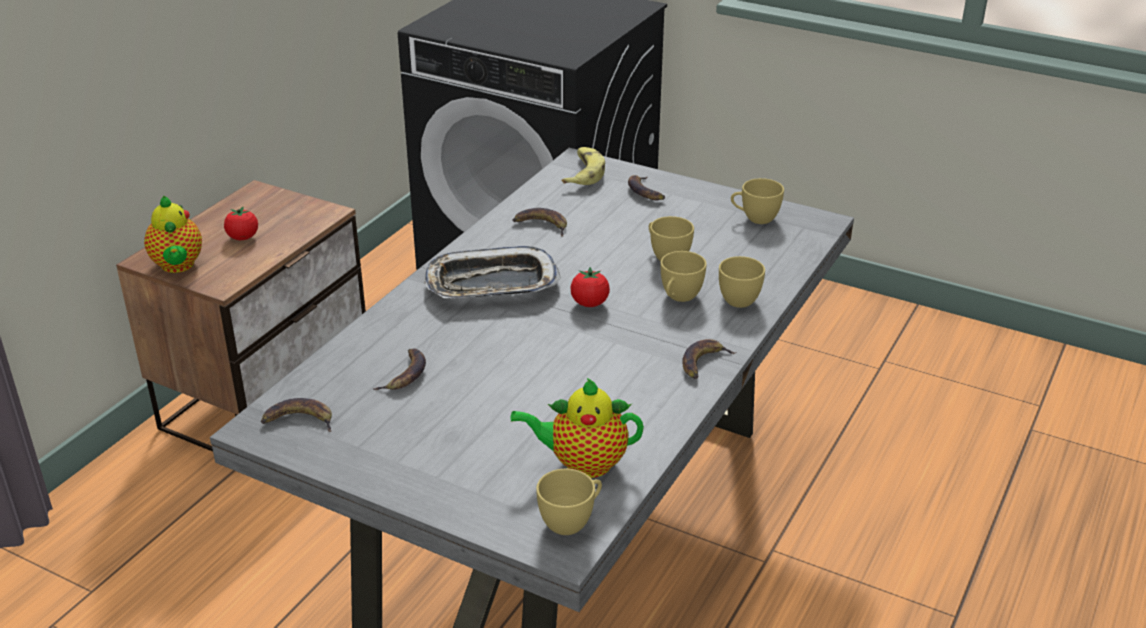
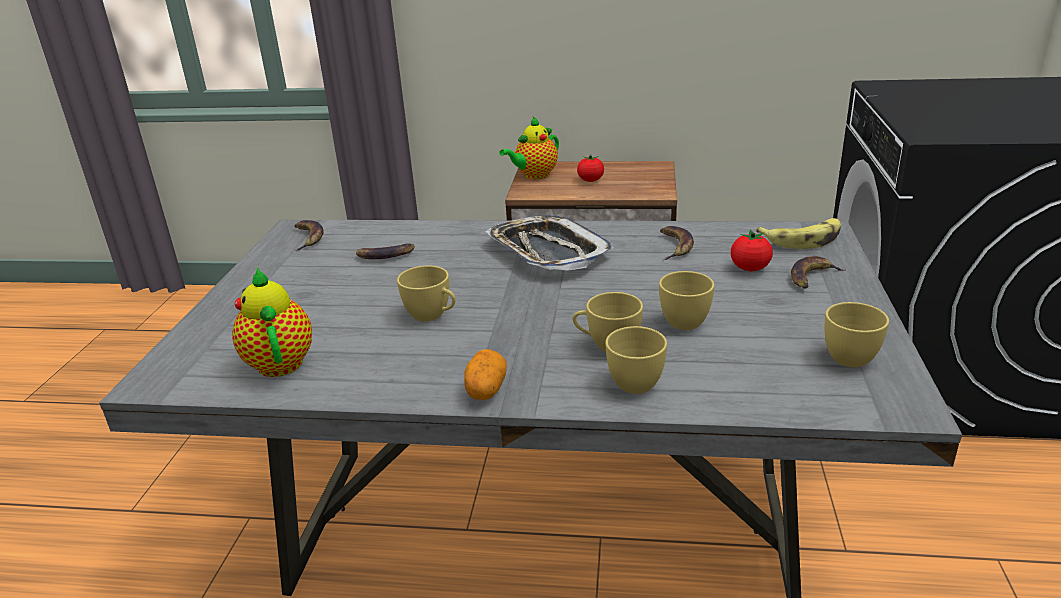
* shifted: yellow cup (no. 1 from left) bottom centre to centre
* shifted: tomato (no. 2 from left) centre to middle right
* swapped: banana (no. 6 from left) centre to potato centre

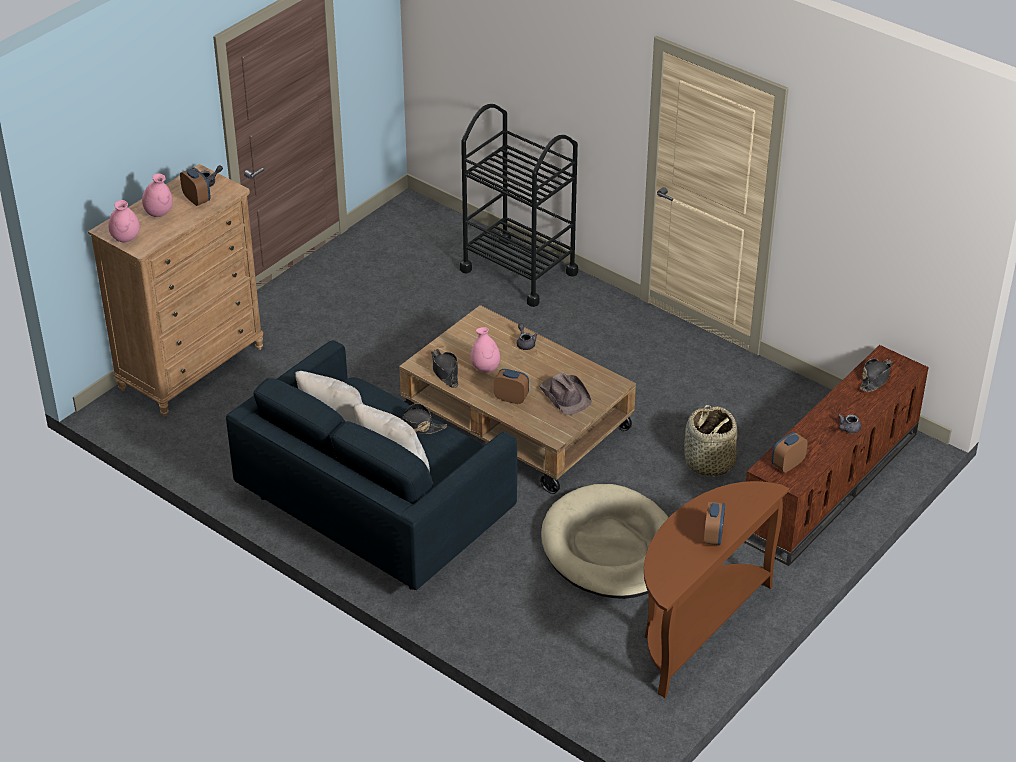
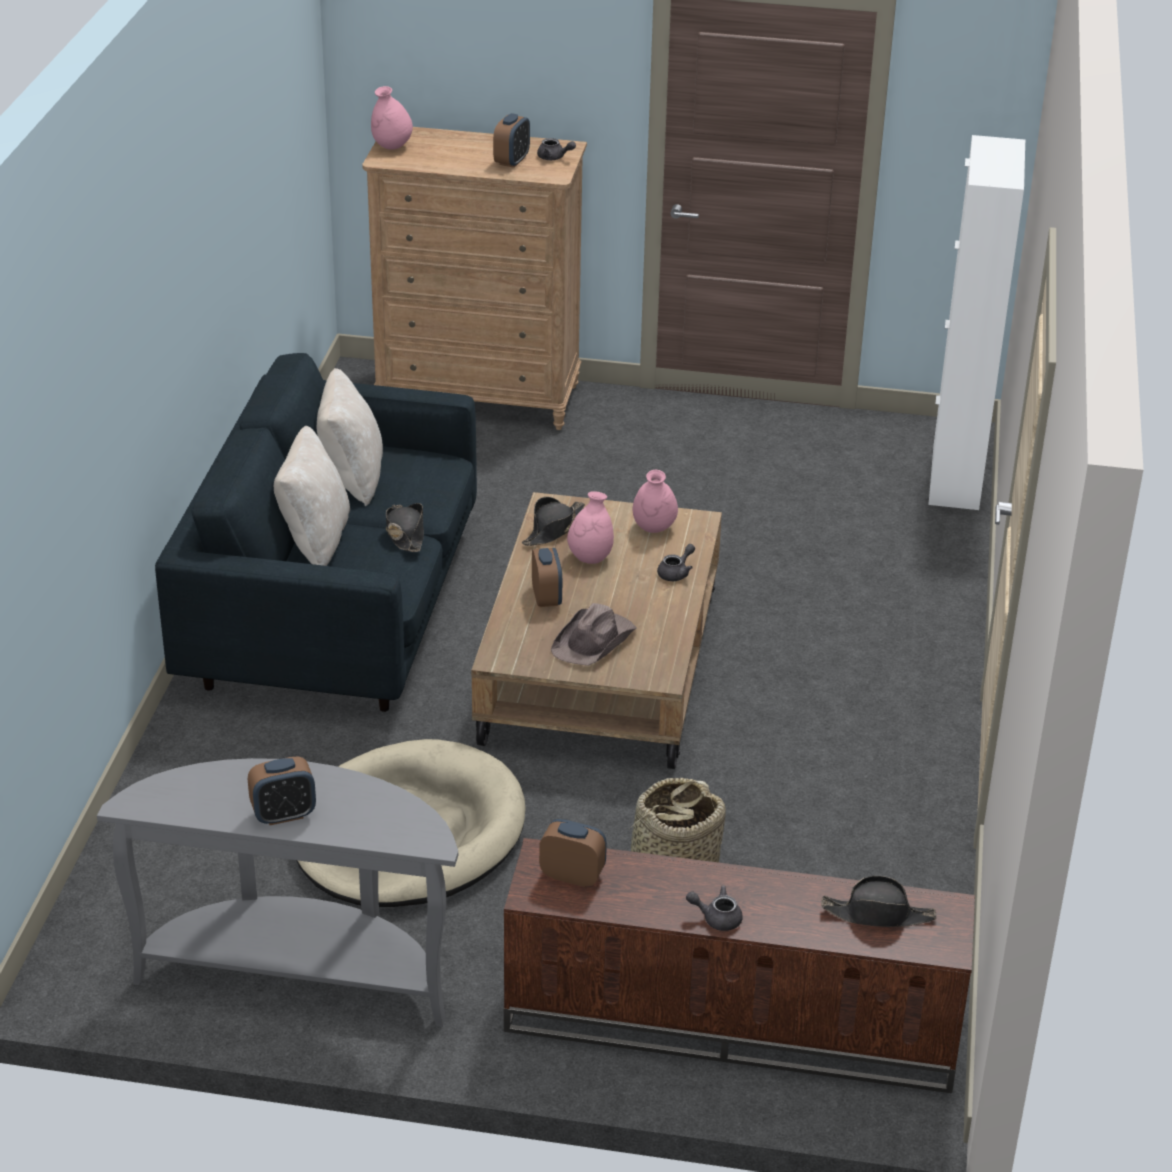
* shifted: pink vase (no. 2 from left in the first image) top left to pink vase (no. 3 from left) centre
* gone: black cart top centre
* repainted: brown console table bottom right to grey console table bottom left
* new: white cabinet top right

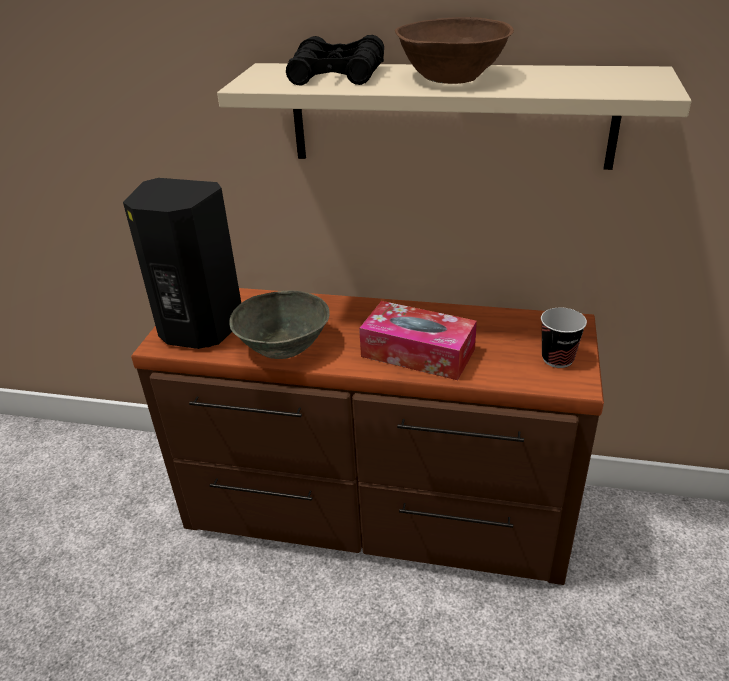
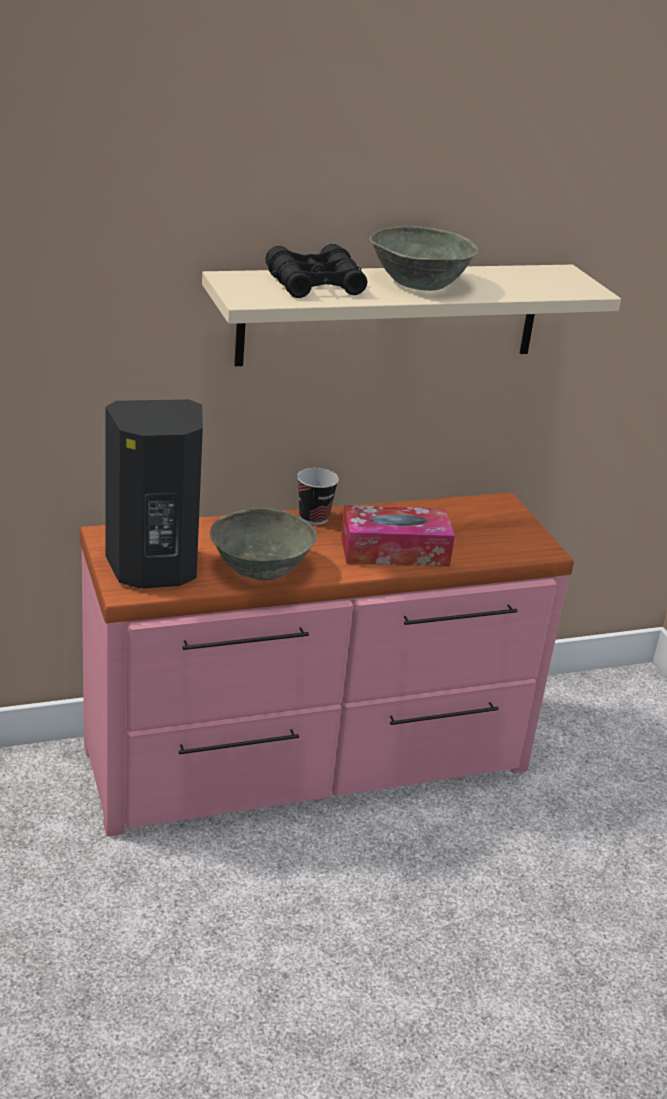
* repainted: brown dresser centre to pink dresser centre
* repainted: brown bowl top centre to grey bowl (no. 2 from left) top centre
* shifted: cup middle right to centre

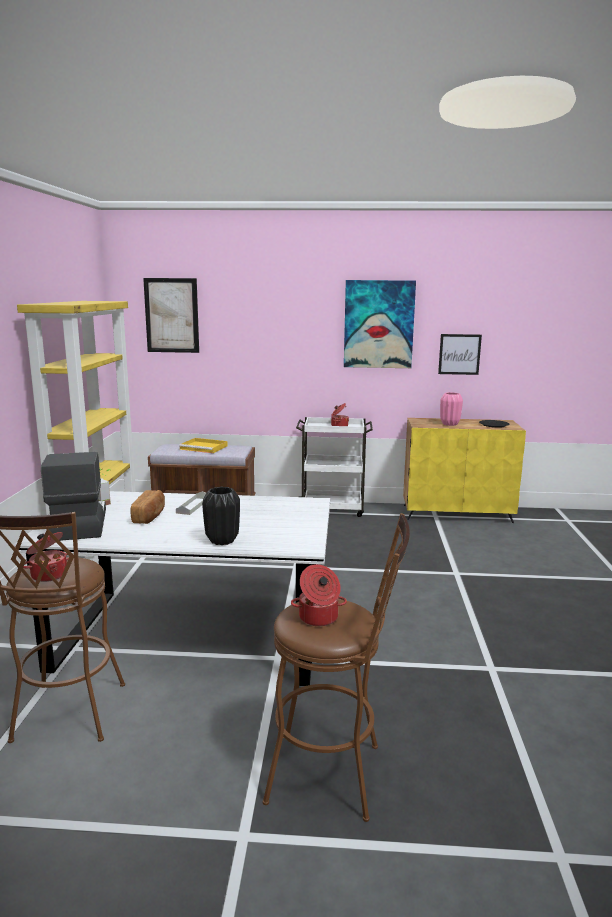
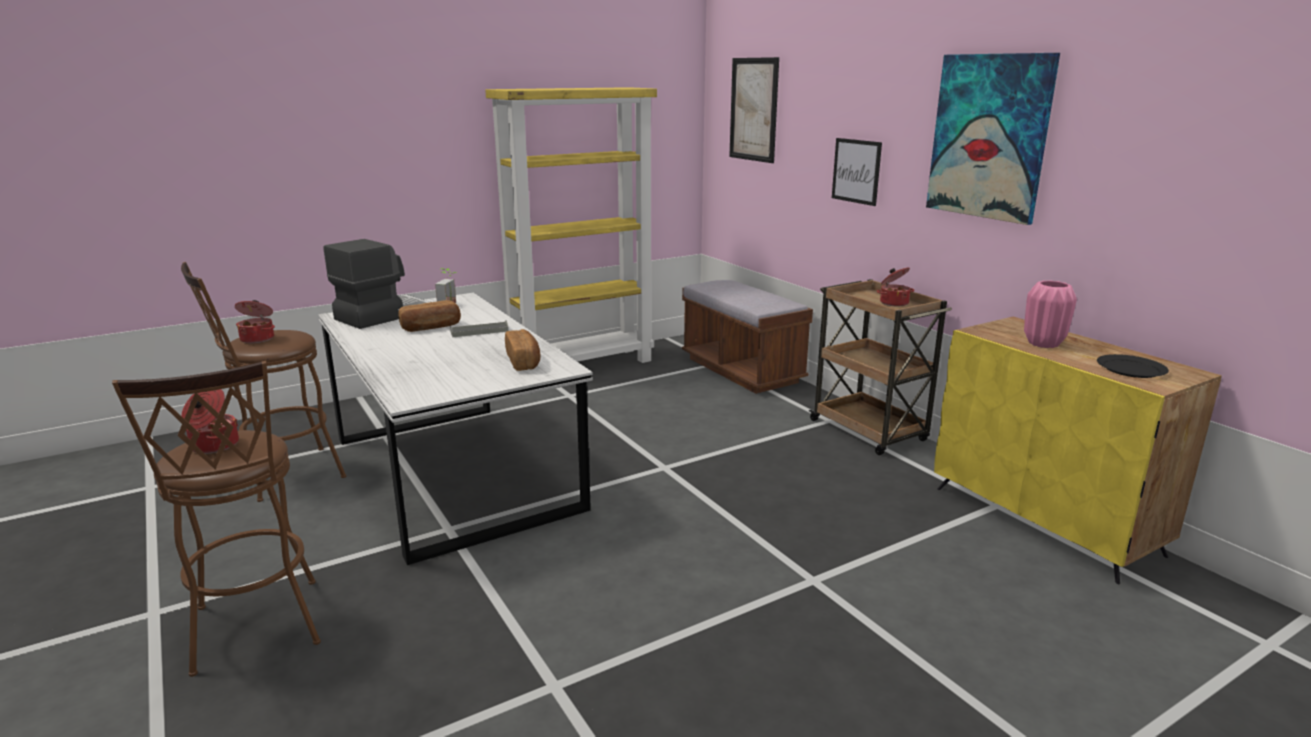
* gone: yellow tray middle left
* gone: black vase centre
* repainted: white cart centre to brown cart middle right
* shifted: picture (no. 3 from left in the first image) middle right to picture (no. 2 from left) top centre
* new: bread (no. 2 from left) centre

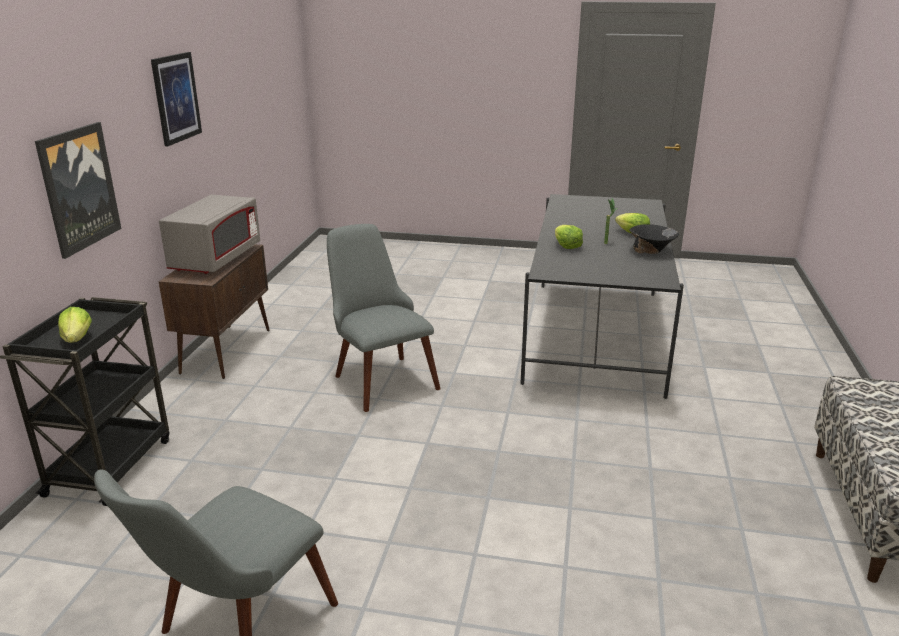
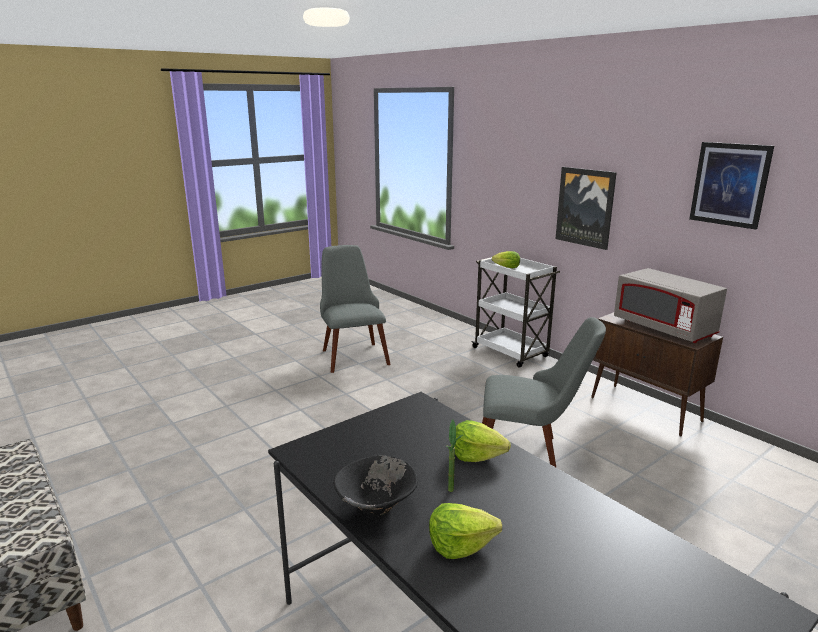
* repainted: black cart middle left to white cart centre

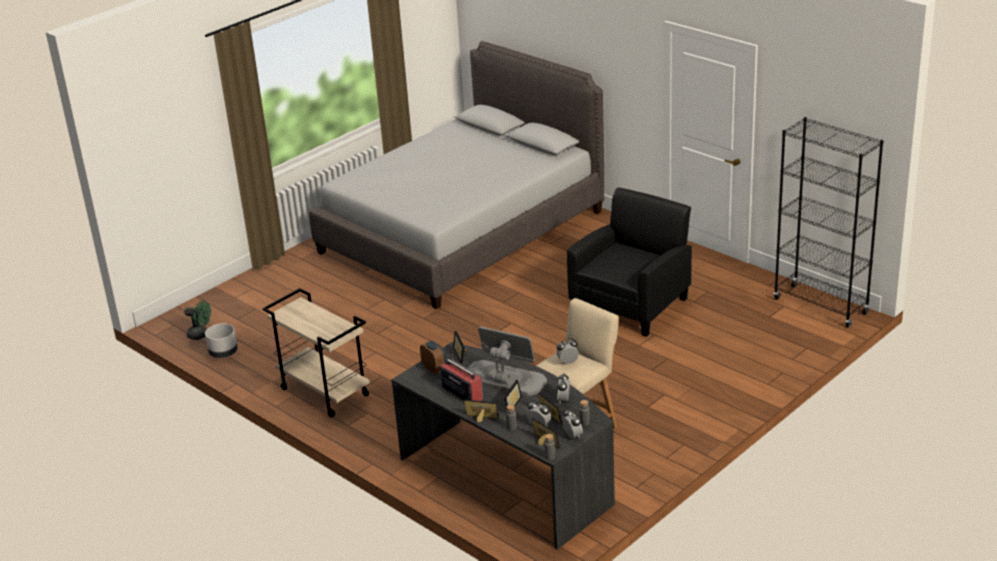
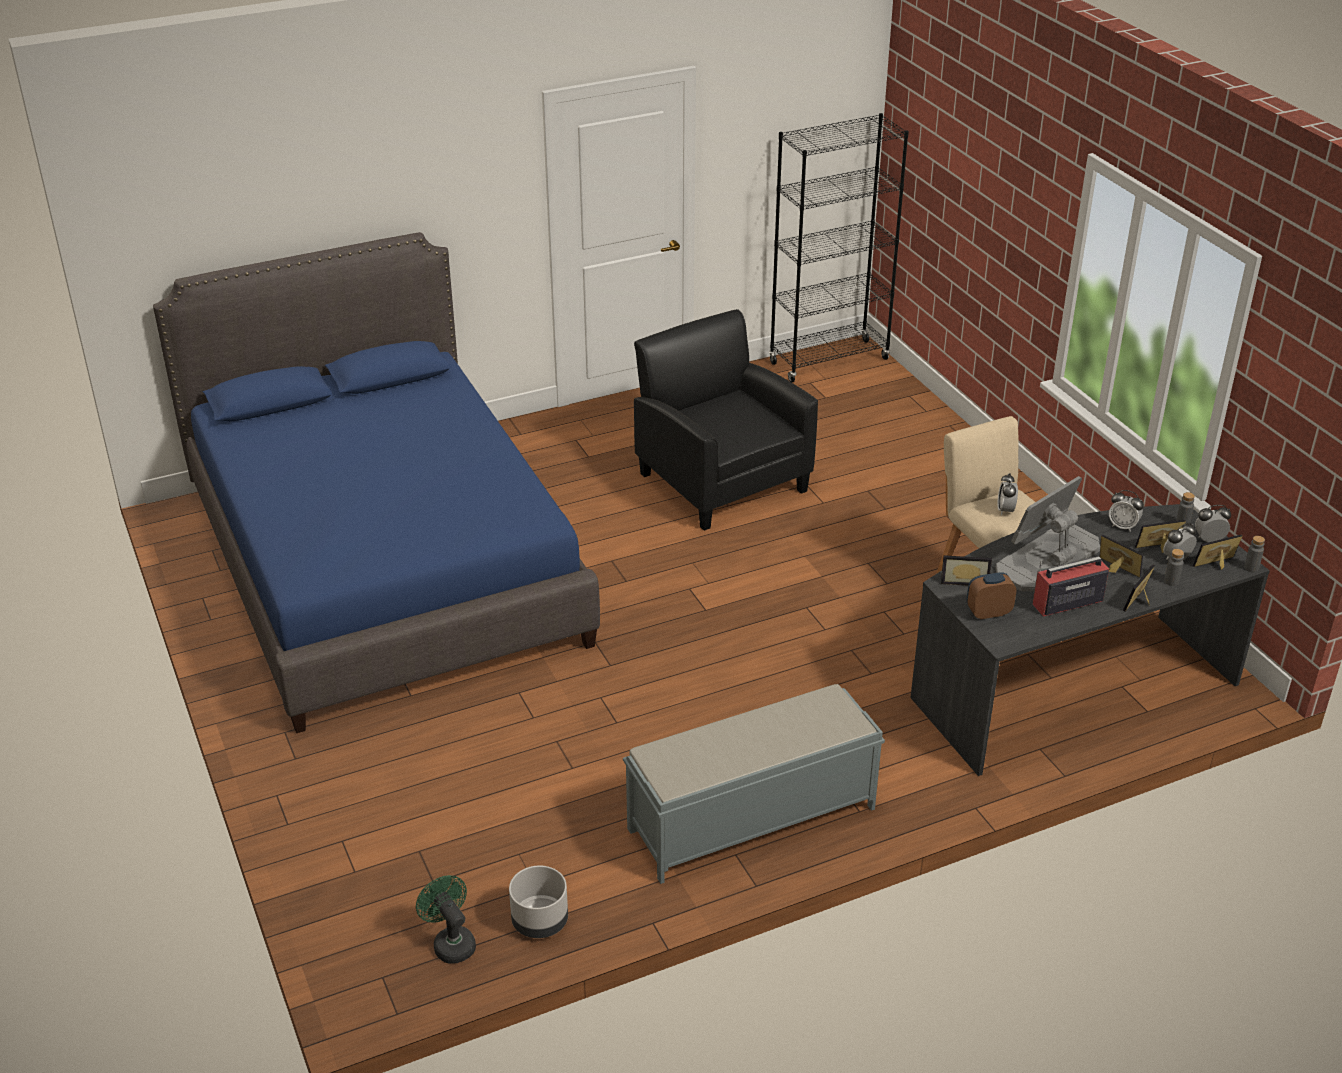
* rotated: green fan middle left = bottom left 75 degrees counterclockwise
* swapped: beige cart middle left to grey bench bottom centre
* repainted: grey bed top centre to blue bed middle left

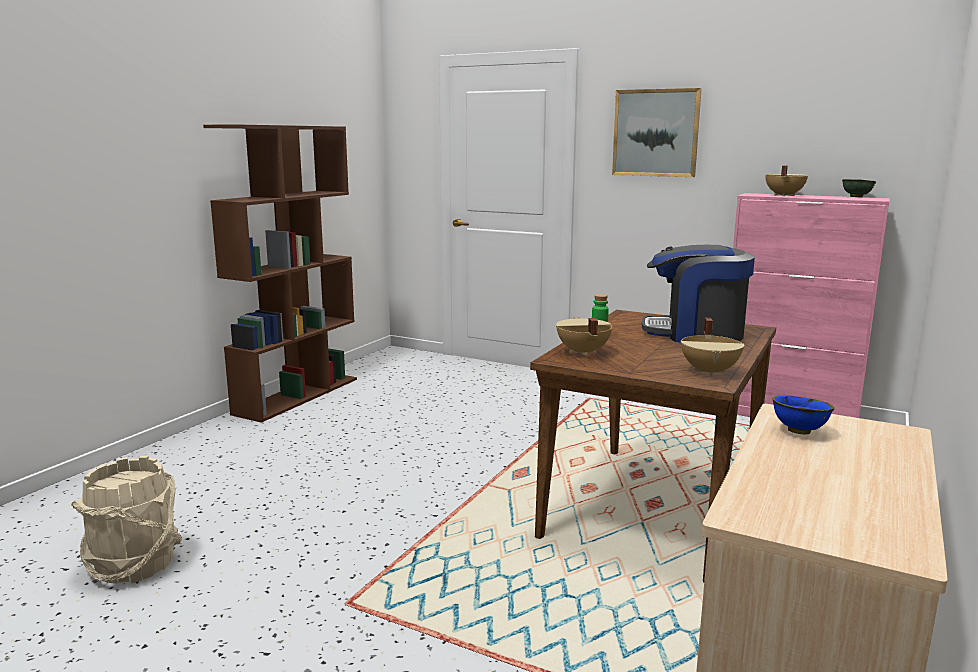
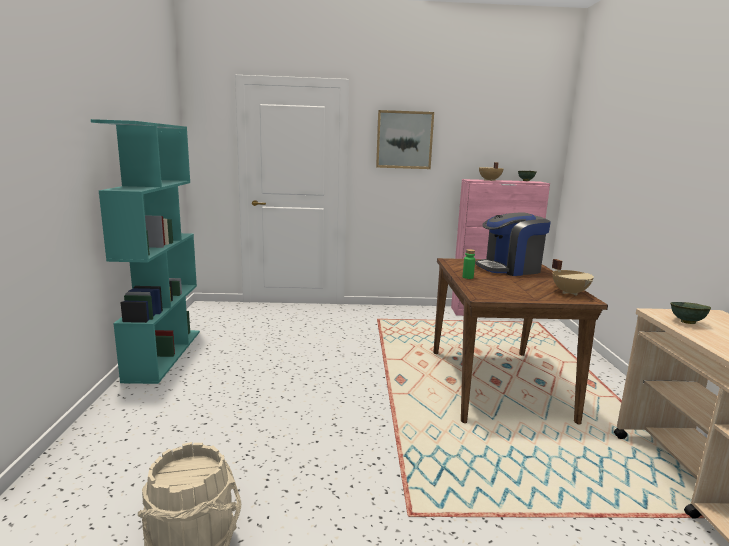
* repainted: brown bookcase middle left to turquoise bookcase middle left
* gone: beige cooking pot (no. 1 from left) centre
* repainted: blue bowl middle right to green bowl (no. 2 from left) middle right

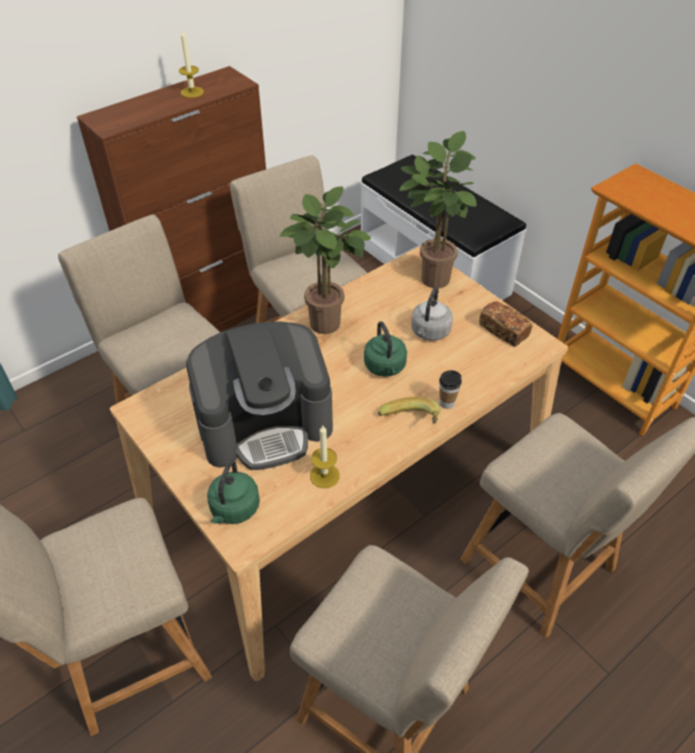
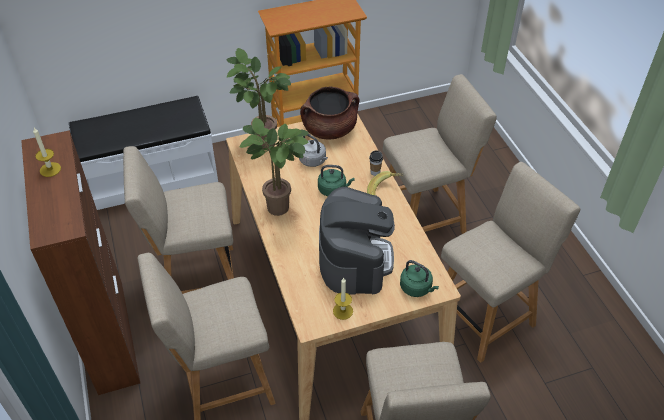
* shifted: candle (no. 2 from left) centre to bottom centre
* swapped: bread middle right to brown cooking pot top centre

